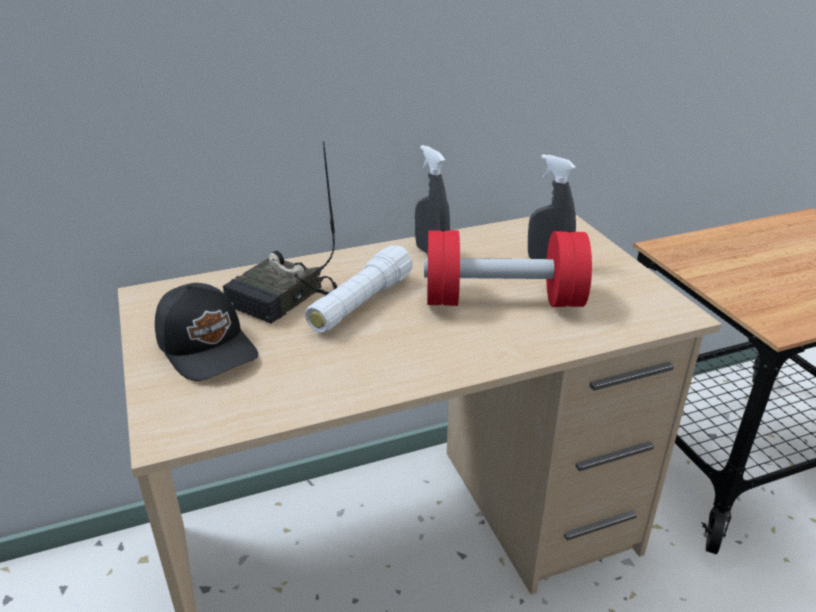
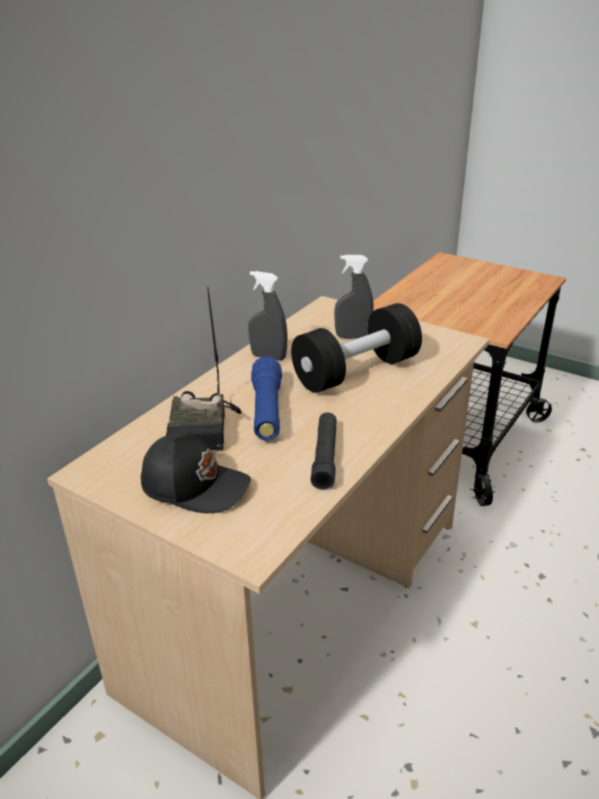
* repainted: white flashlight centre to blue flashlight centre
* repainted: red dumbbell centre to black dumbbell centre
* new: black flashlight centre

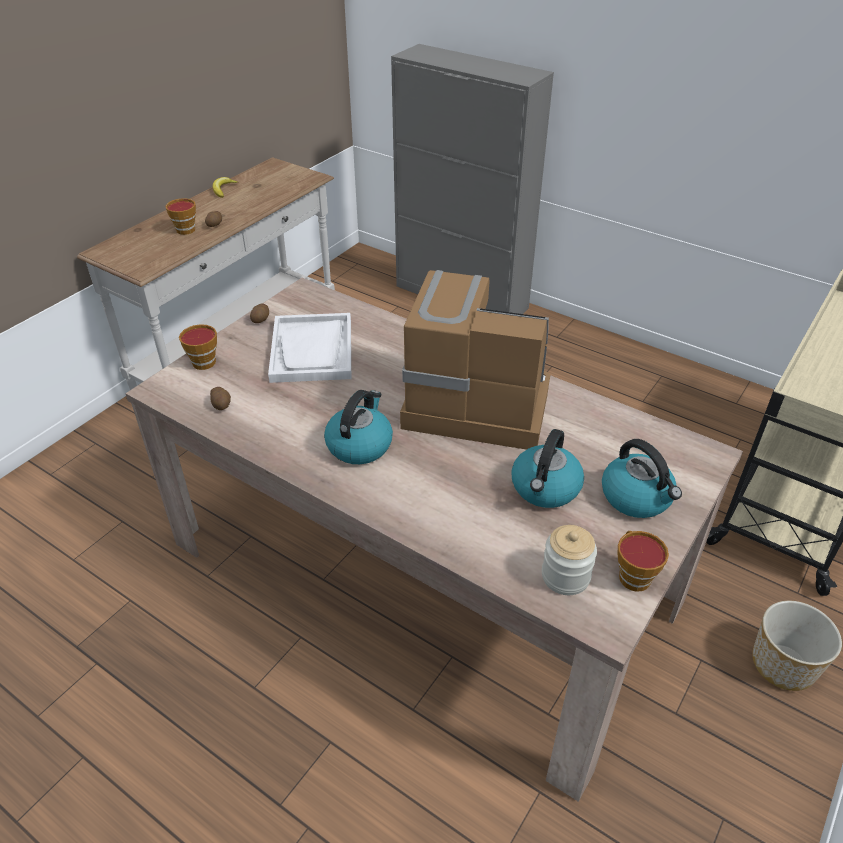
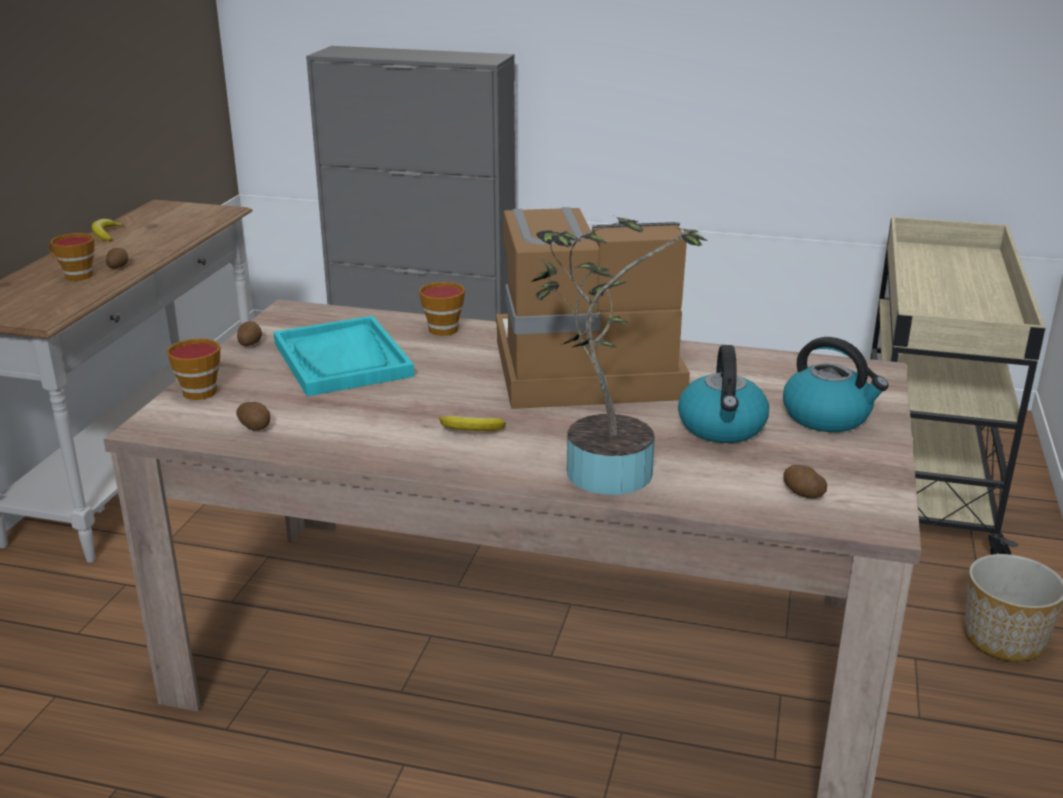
* repainted: white tray centre to turquoise tray middle left
* swapped: kettle (no. 1 from left) centre to banana (no. 2 from left) centre
* swapped: jar middle right to potato (no. 4 from left) middle right
* shifted: cup (no. 3 from left) middle right to centre
* new: potted plant centre

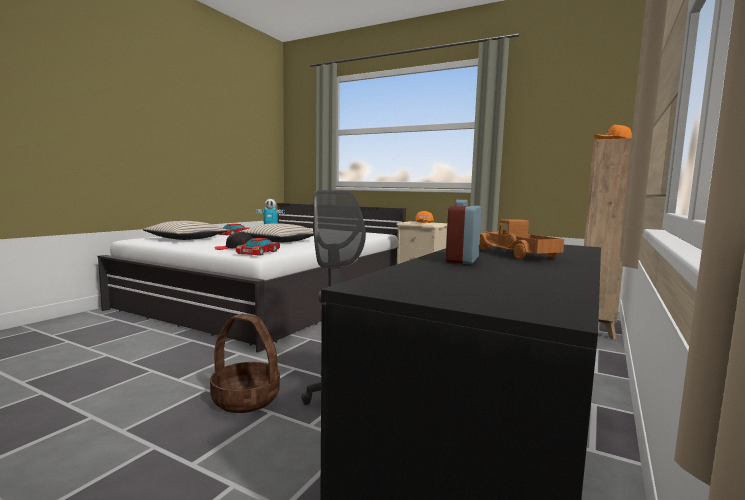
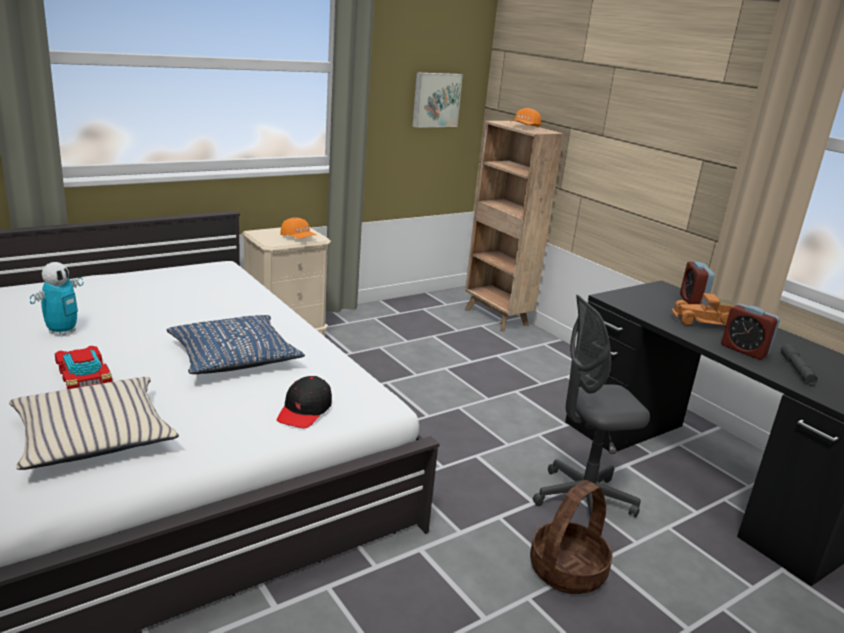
* gone: toy car (no. 2 from left) centre
* repainted: beige pillow (no. 2 from left) centre to blue pillow middle left
* new: picture top centre
* new: alarm clock (no. 1 from left) middle right
* new: grey flashlight middle right

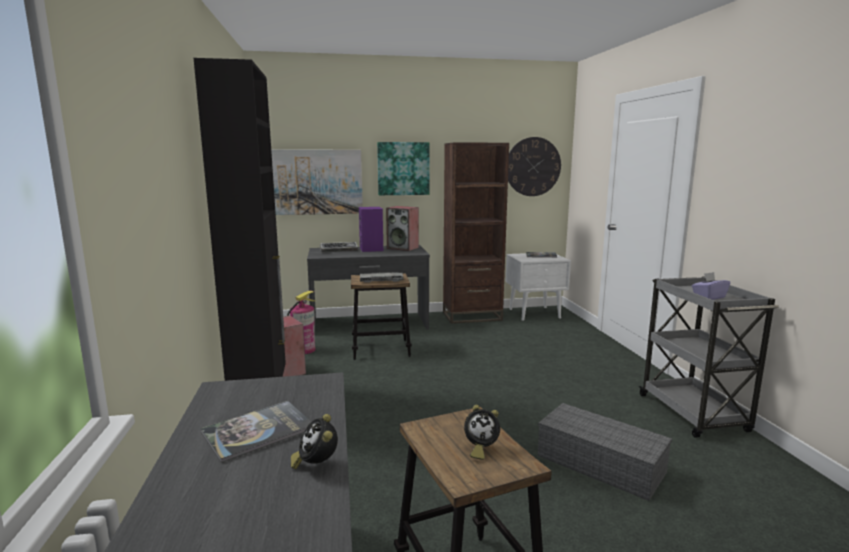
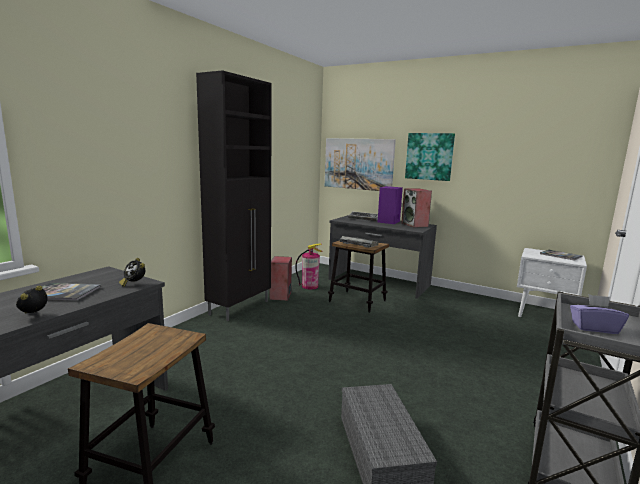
* gone: brown bookcase centre
* shifted: alarm clock (no. 2 from left) bottom centre to middle left
* gone: wall clock top centre

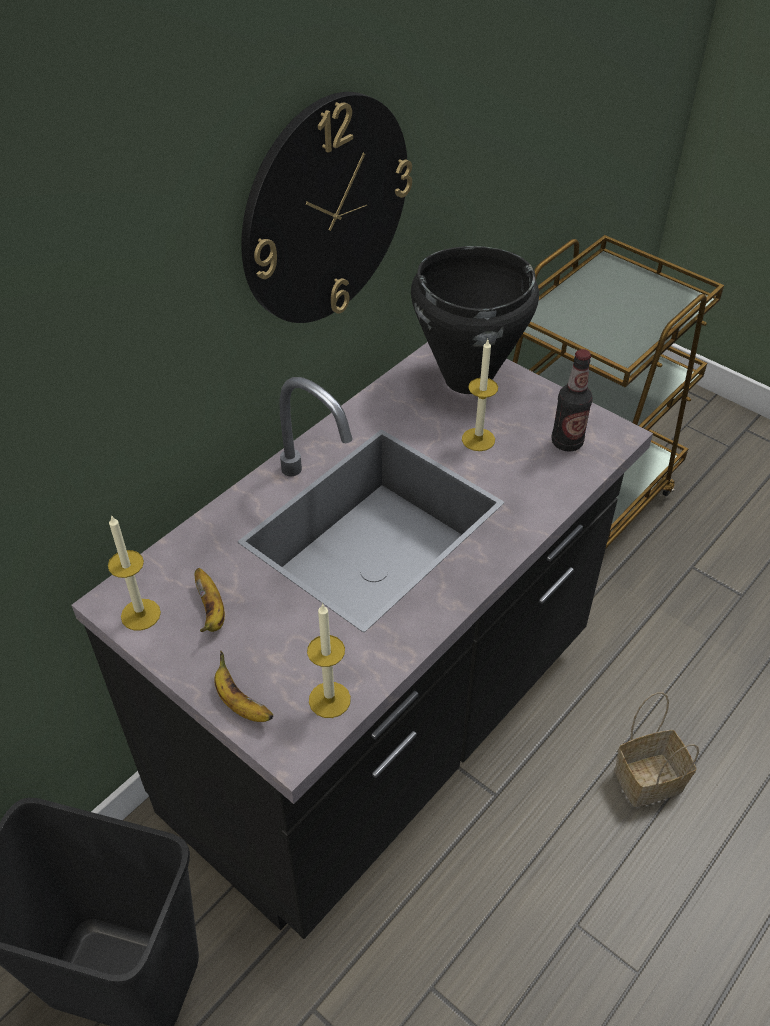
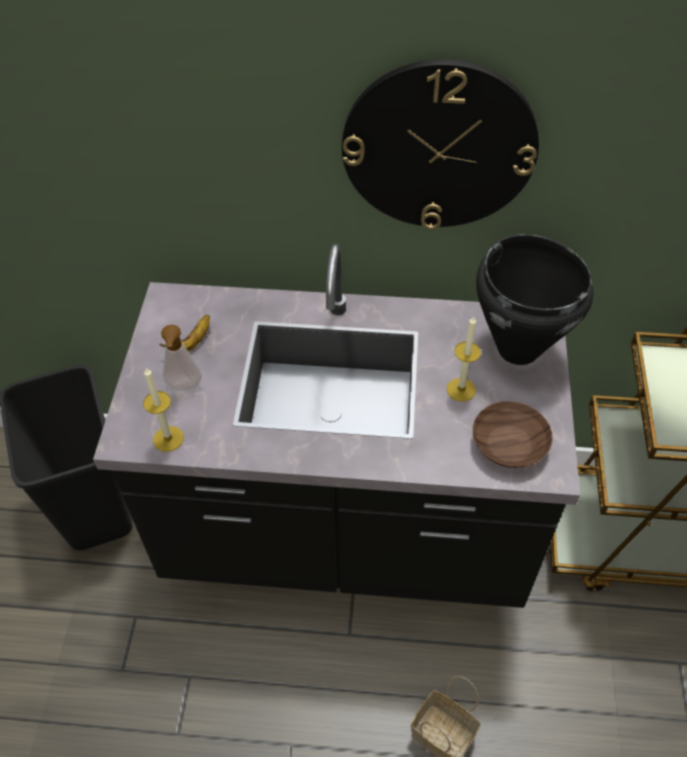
* gone: candle (no. 1 from left) middle left
* gone: banana (no. 2 from left) bottom left
* swapped: bottle middle right to brown bowl middle right
* new: soap dispenser middle left

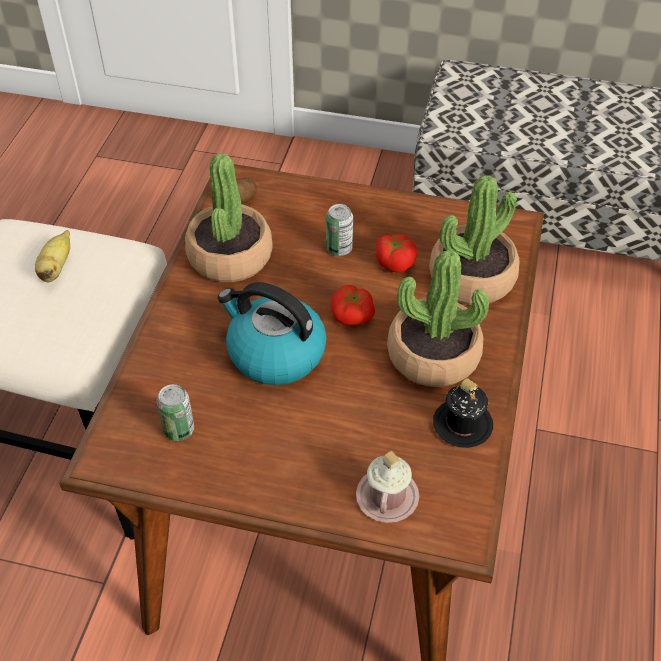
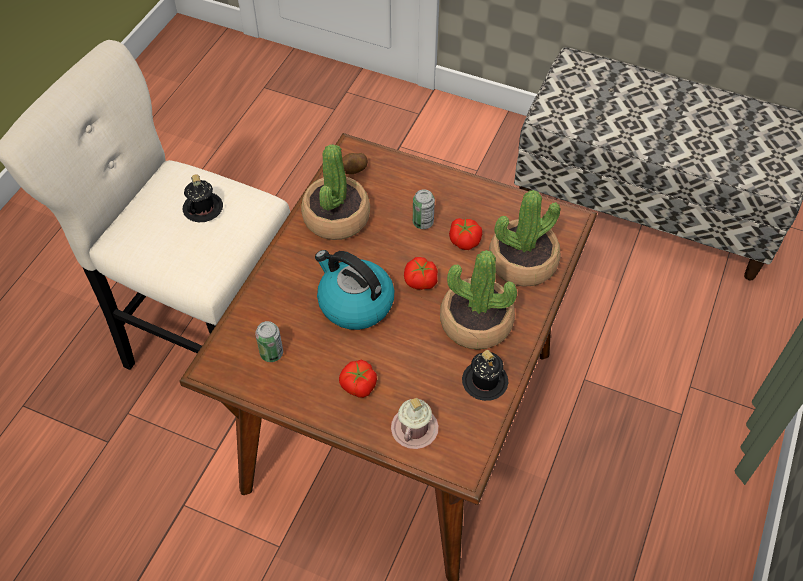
* swapped: banana middle left to black mug (no. 1 from left) middle left
* new: tomato (no. 1 from left) centre

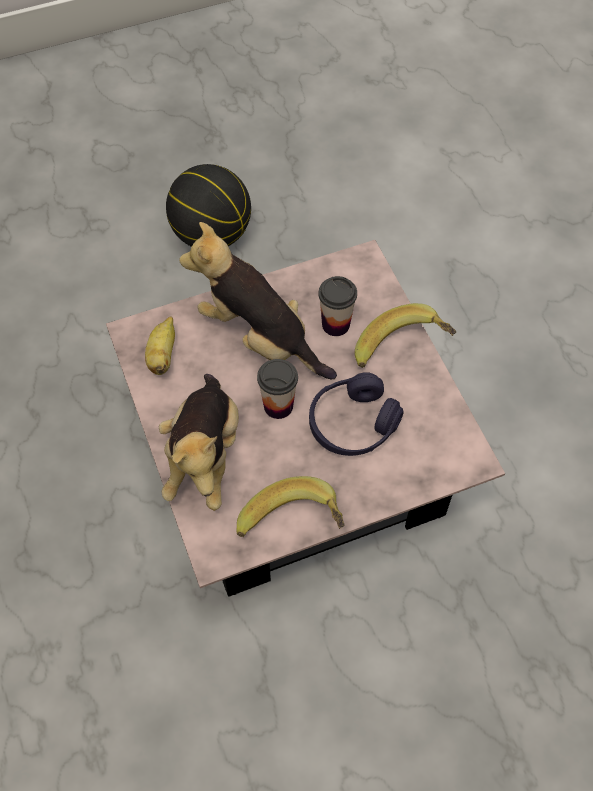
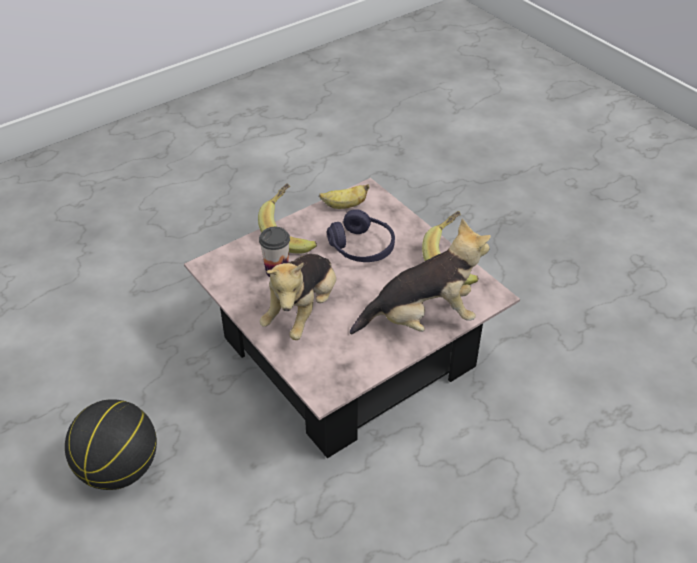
* shifted: banana (no. 1 from left in the first image) middle left to banana (no. 2 from left) centre
* gone: cup (no. 1 from left) centre

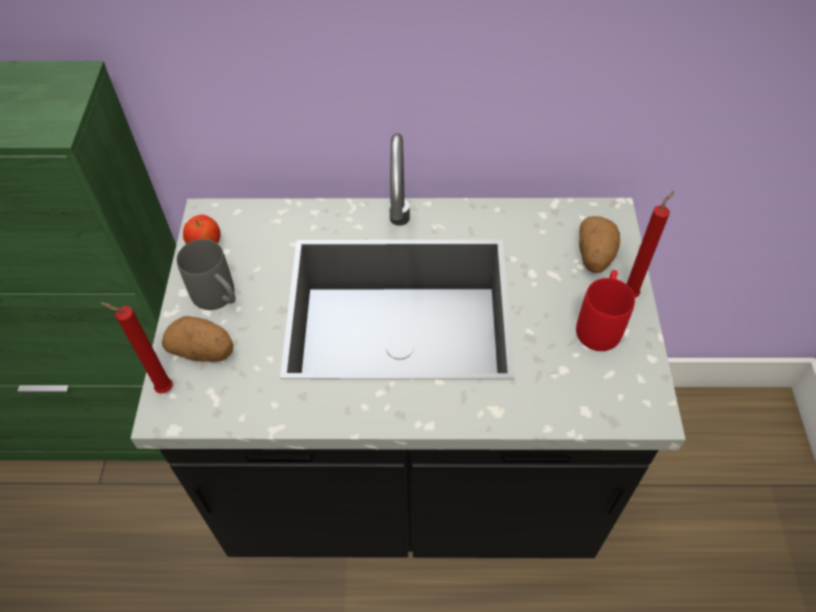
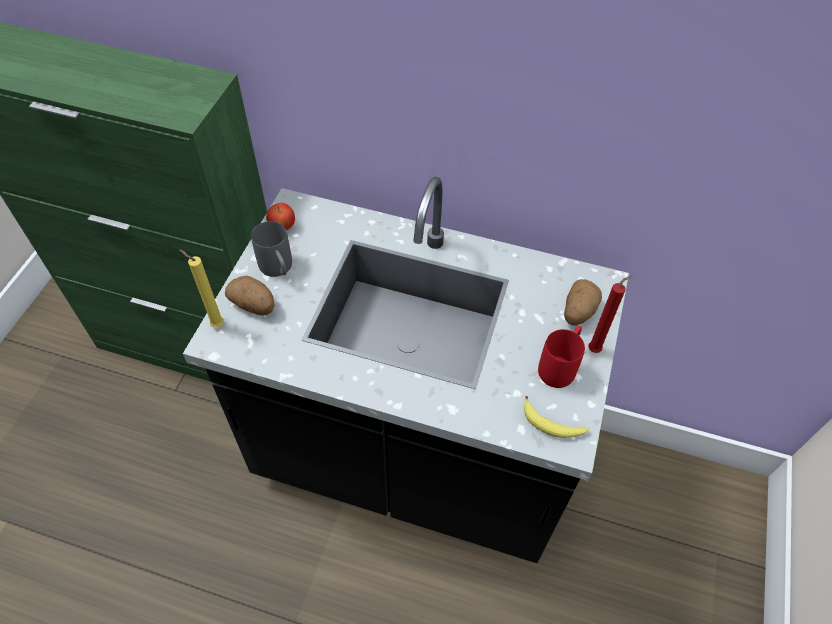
* repainted: red candle (no. 1 from left) middle left to yellow candle middle left
* new: banana bottom right

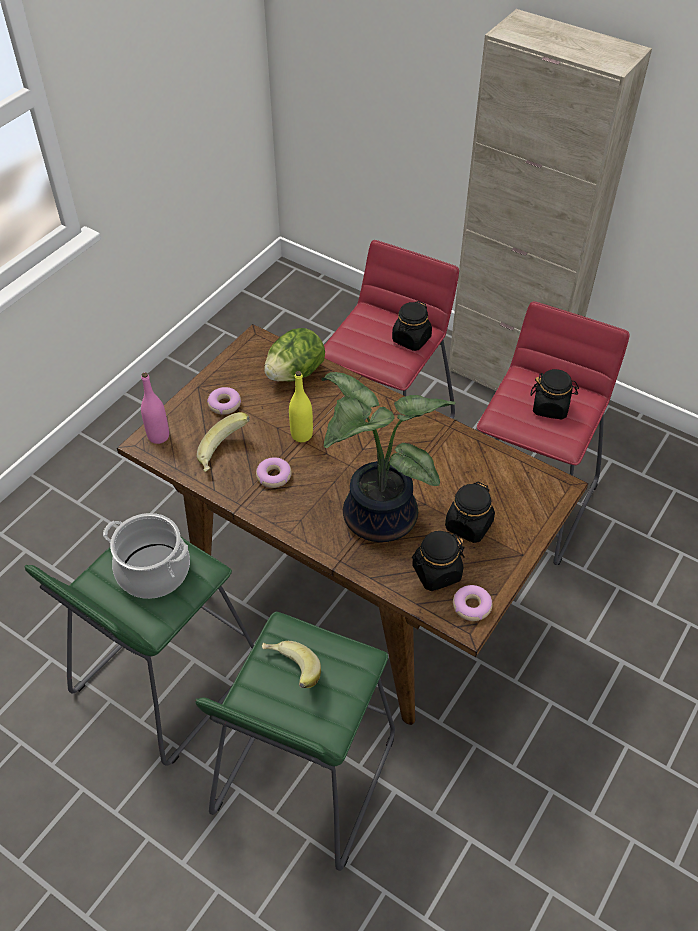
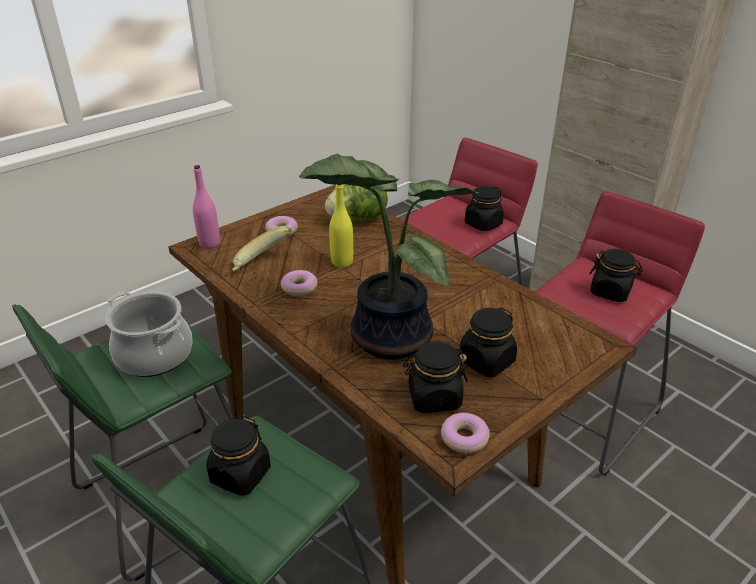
* swapped: banana (no. 2 from left) bottom centre to black jar (no. 1 from left) bottom left

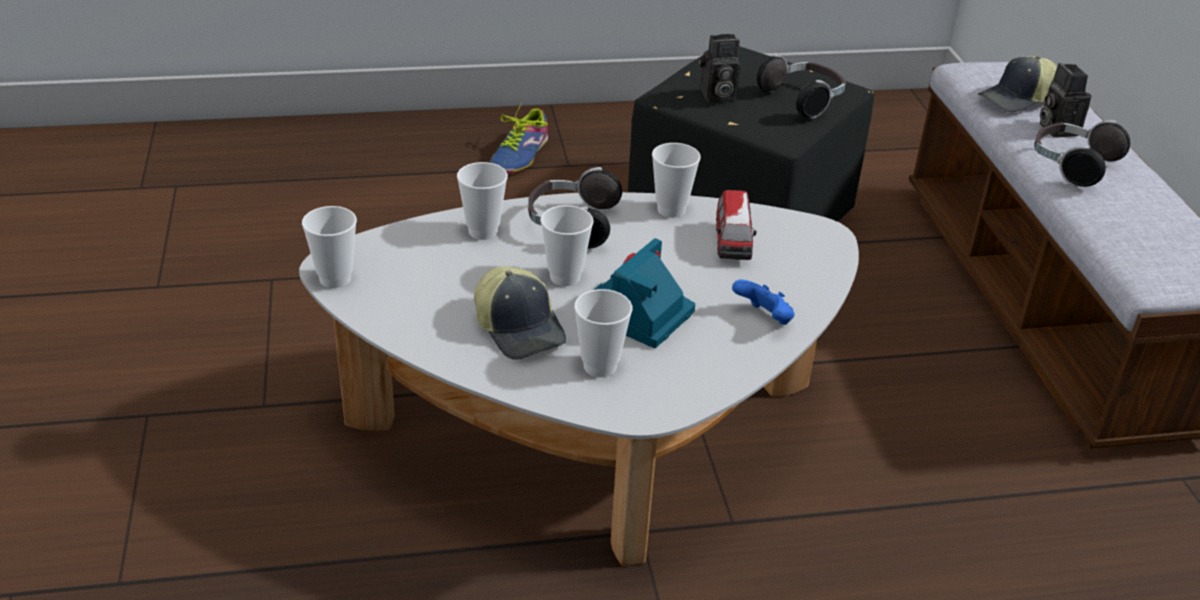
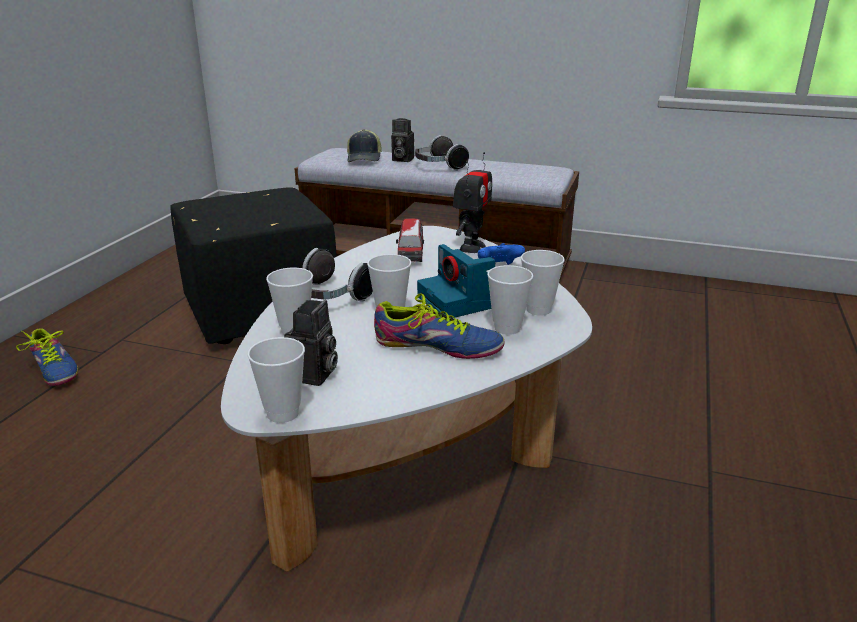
* swapped: cap (no. 1 from left) centre to shoe (no. 2 from left) centre
* shifted: cup (no. 5 from left) top centre to centre
* shifted: photo camera (no. 2 from left in the first image) top centre to photo camera (no. 1 from left) centre
* rotated: toy car centre = centre 60 degrees clockwise
* gone: headphones (no. 2 from left) top right
* new: toy robot top centre

